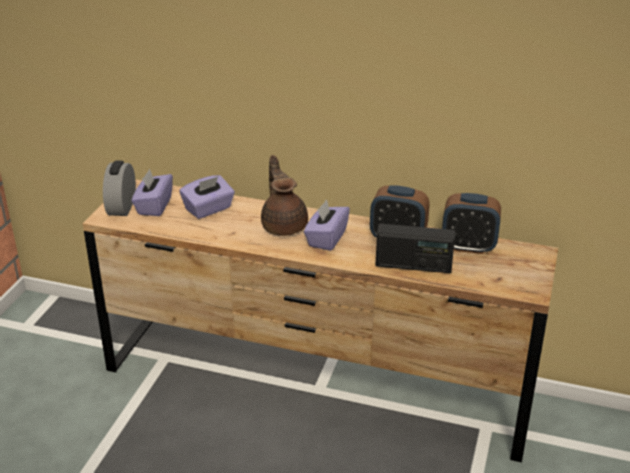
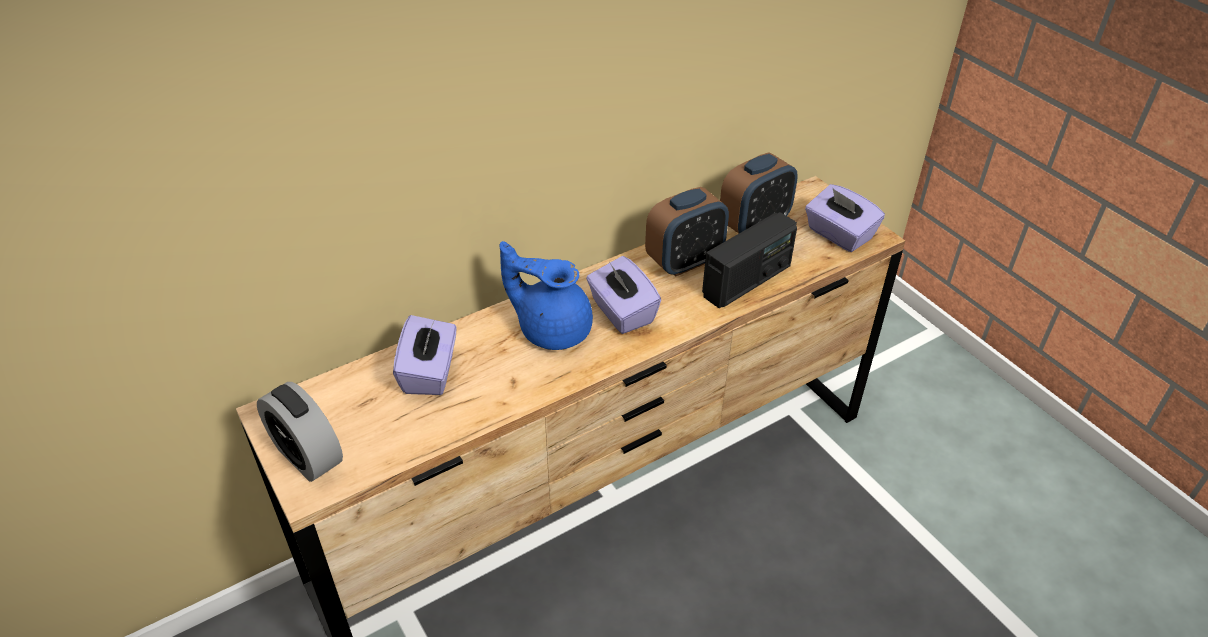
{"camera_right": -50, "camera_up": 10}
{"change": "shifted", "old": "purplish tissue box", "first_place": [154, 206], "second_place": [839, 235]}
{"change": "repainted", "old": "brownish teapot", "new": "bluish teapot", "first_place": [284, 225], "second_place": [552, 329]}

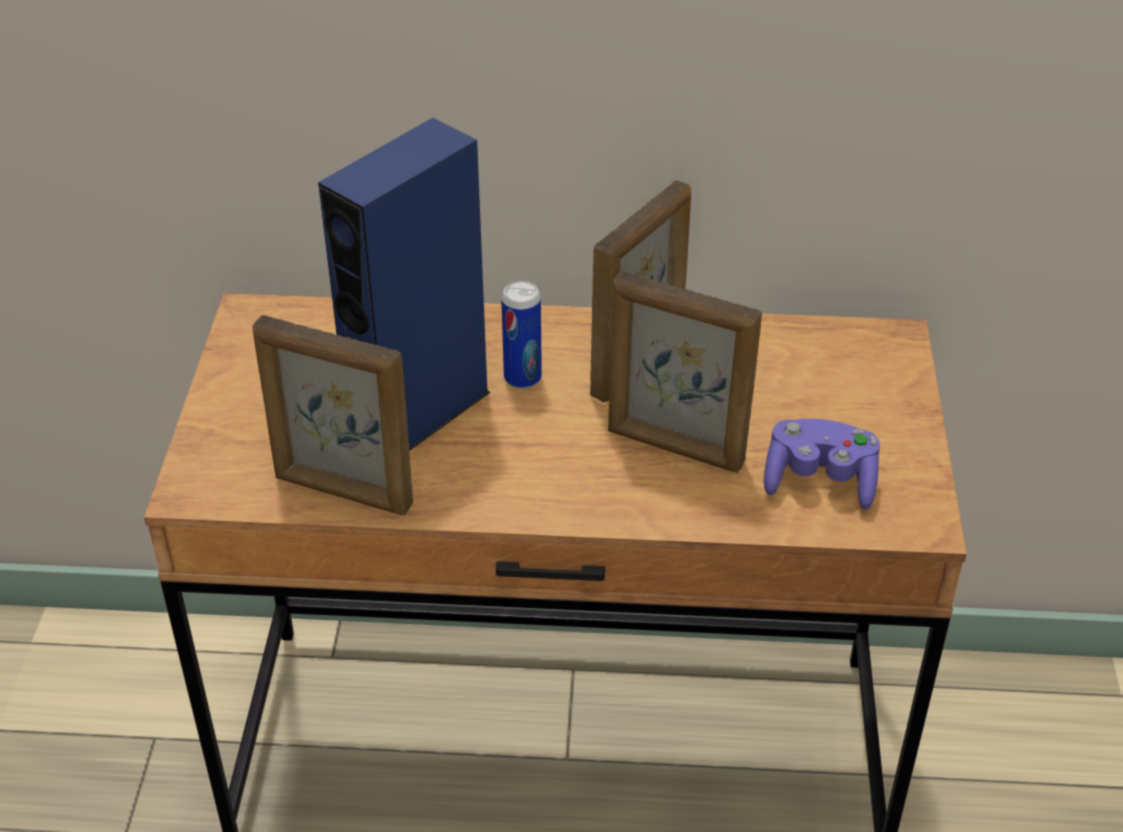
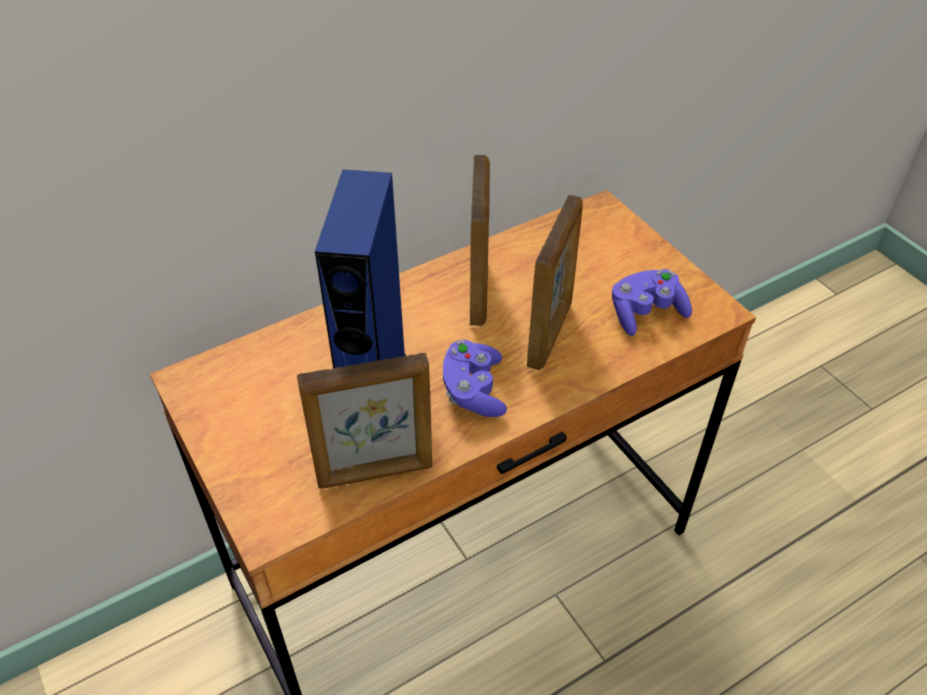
{"camera_right": -35, "camera_up": 5}
{"change": "gone", "old": "sealed can", "first_place": [522, 378]}
{"change": "new", "new": "purplish joypad", "second_place": [474, 390]}
{"change": "rotated", "old": "standing frame", "first_place": [675, 448], "second_place": [550, 334], "degrees": -60}

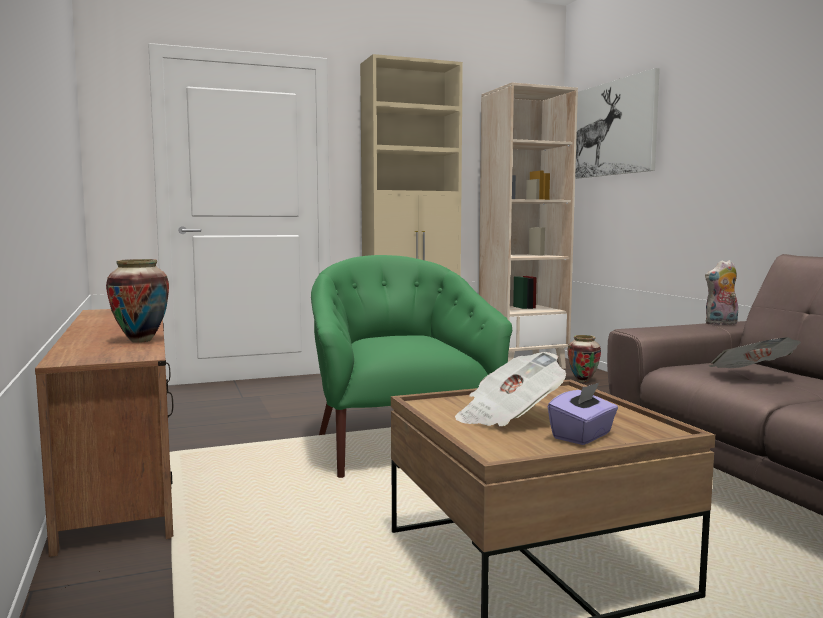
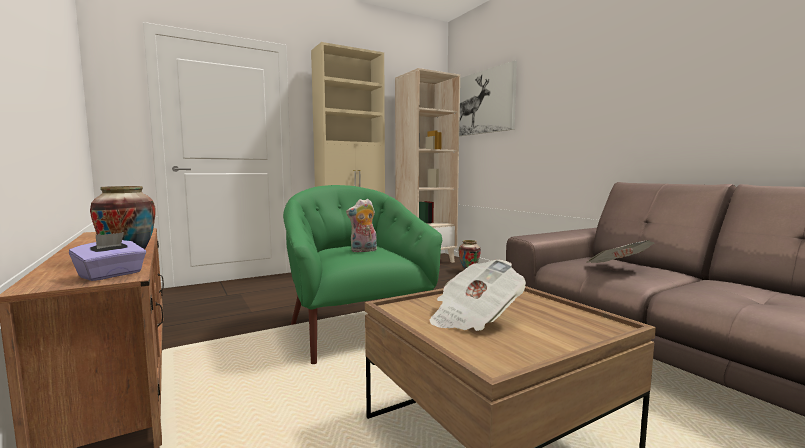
{"camera_right": -10, "camera_up": 0}
{"change": "shifted", "old": "purplish tissue box", "first_place": [582, 436], "second_place": [111, 275]}
{"change": "shifted", "old": "plush toy", "first_place": [721, 324], "second_place": [363, 251]}

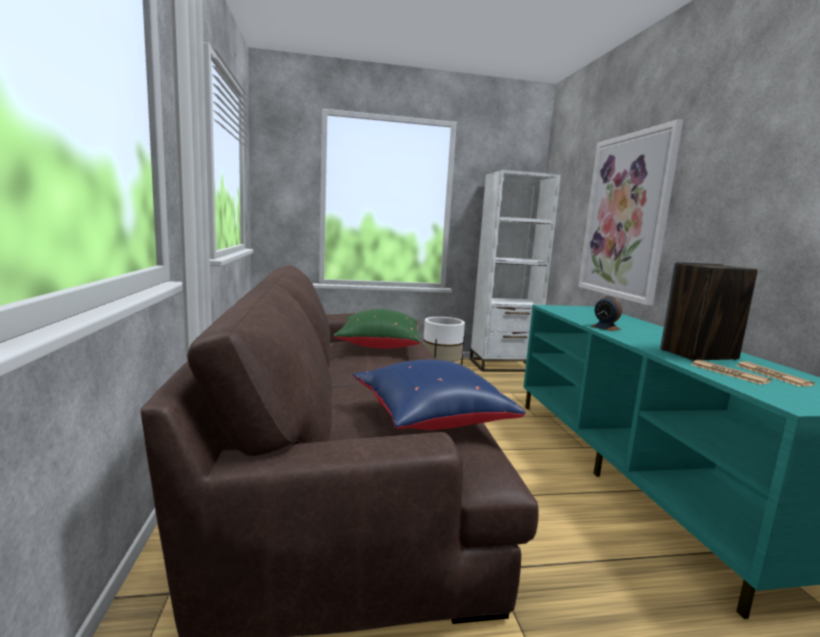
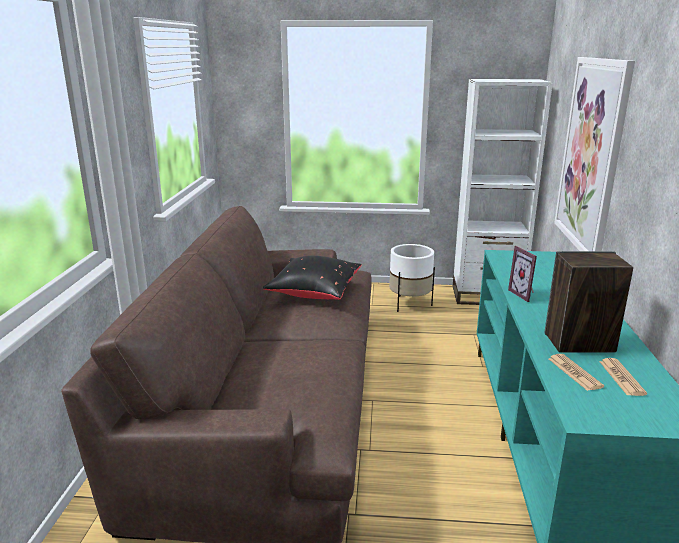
{"camera_right": 15, "camera_up": 10}
{"change": "gone", "old": "bluish cushion", "first_place": [429, 419]}
{"change": "swapped", "old": "bedside clock", "new": "standing frame", "first_place": [605, 327], "second_place": [525, 294]}
{"change": "repainted", "old": "greenish cushion", "new": "blackish cushion", "first_place": [378, 346], "second_place": [314, 293]}

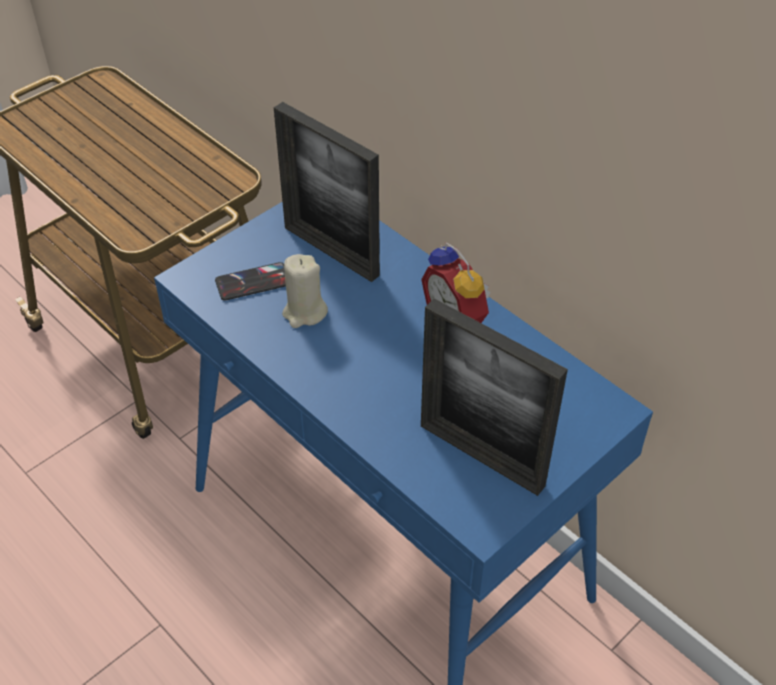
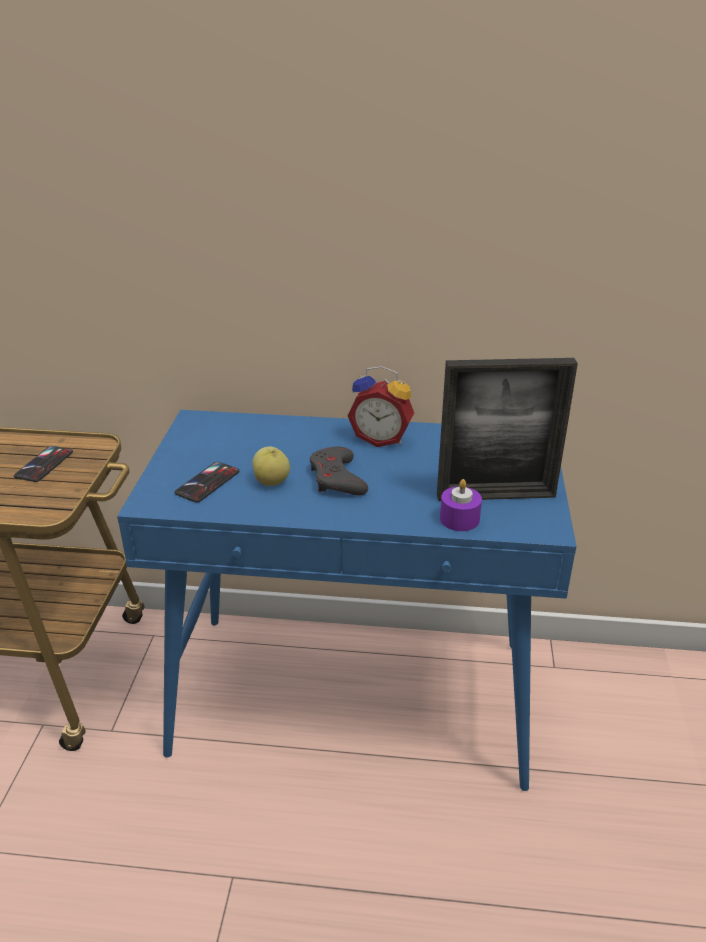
{"camera_right": -40, "camera_up": -15}
{"change": "gone", "old": "standing frame", "first_place": [331, 251]}
{"change": "new", "new": "telephone", "second_place": [44, 464]}
{"change": "new", "new": "gray joypad", "second_place": [337, 478]}
{"change": "new", "new": "purplish candle", "second_place": [459, 519]}
{"change": "swapped", "old": "beige-coloured candle", "new": "apple fruit", "first_place": [304, 312], "second_place": [272, 481]}

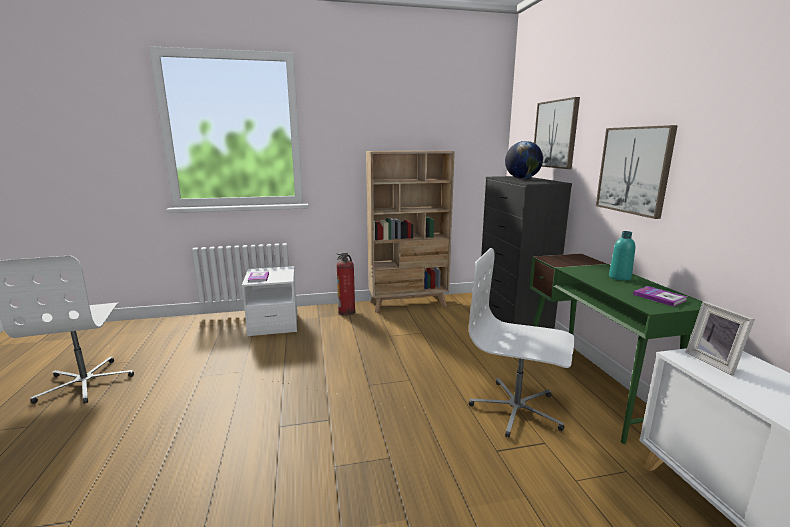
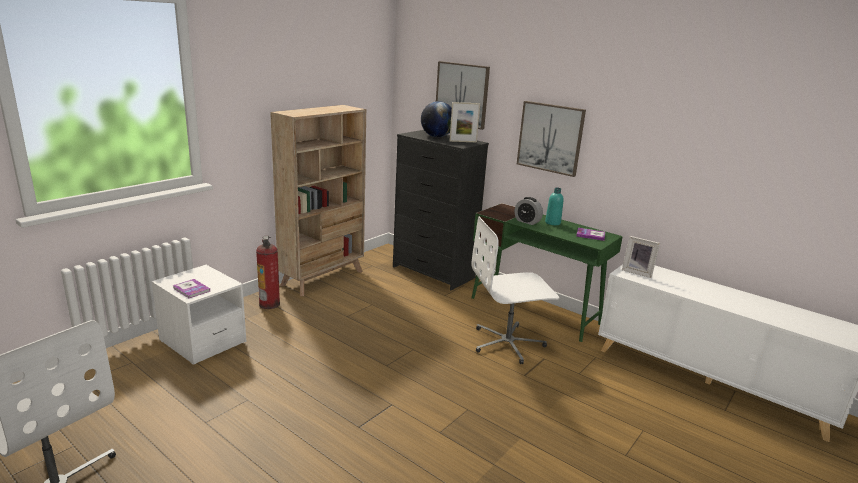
{"camera_right": -40, "camera_up": 5}
{"change": "new", "new": "standing frame", "second_place": [463, 141]}
{"change": "new", "new": "bedside clock", "second_place": [527, 221]}

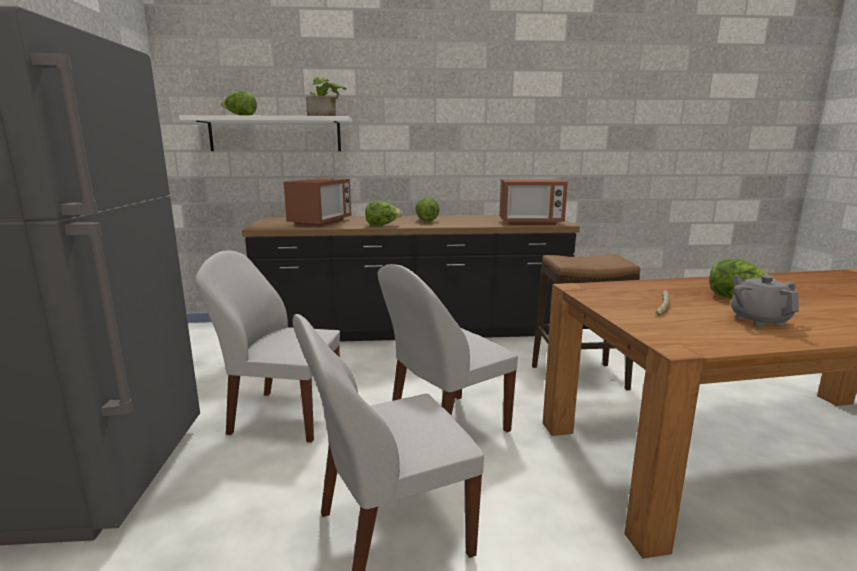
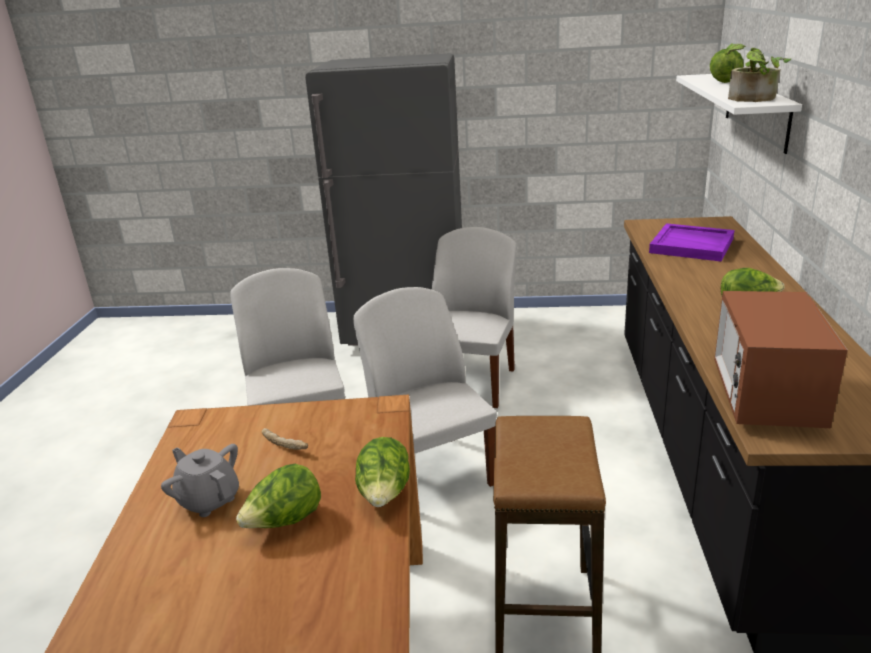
{"camera_right": 100, "camera_up": 10}
{"change": "shifted", "old": "lettuce head", "first_place": [382, 225], "second_place": [385, 495]}
{"change": "swapped", "old": "kitchen microwave", "new": "purplish tray", "first_place": [320, 222], "second_place": [692, 245]}
{"change": "rotated", "old": "gray teapot", "first_place": [758, 320], "second_place": [209, 500], "degrees": -135}

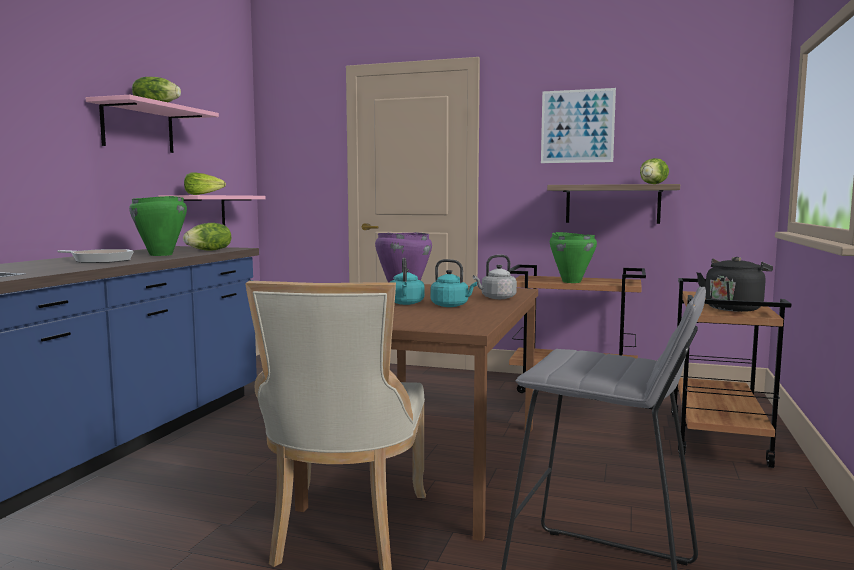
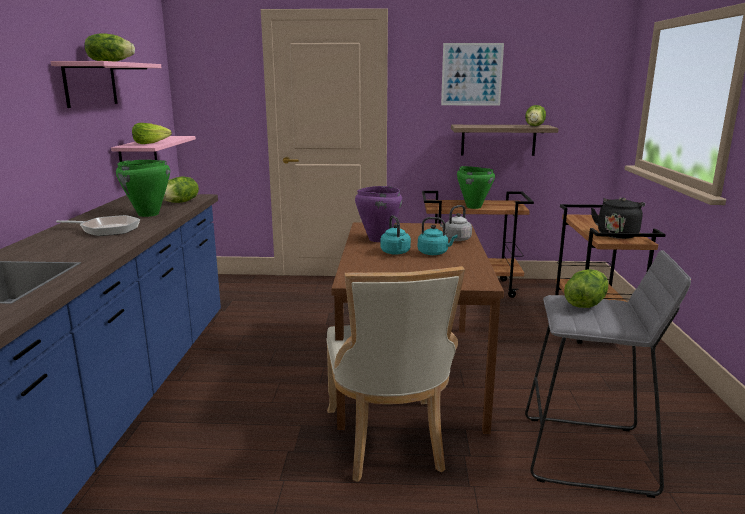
{"camera_right": -15, "camera_up": 10}
{"change": "new", "new": "lettuce head", "second_place": [585, 304]}

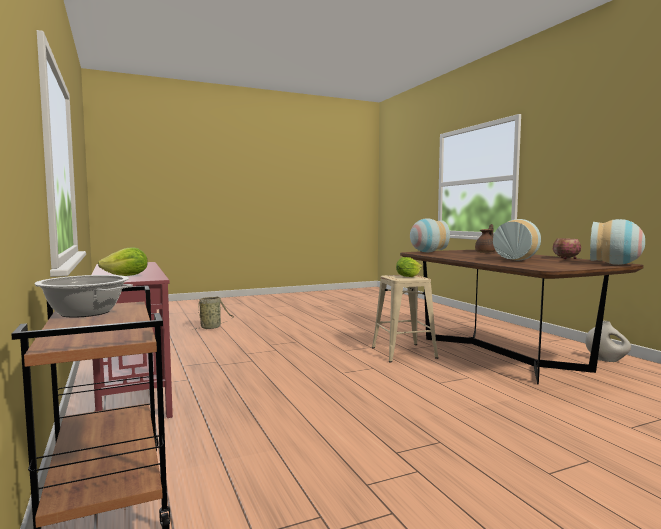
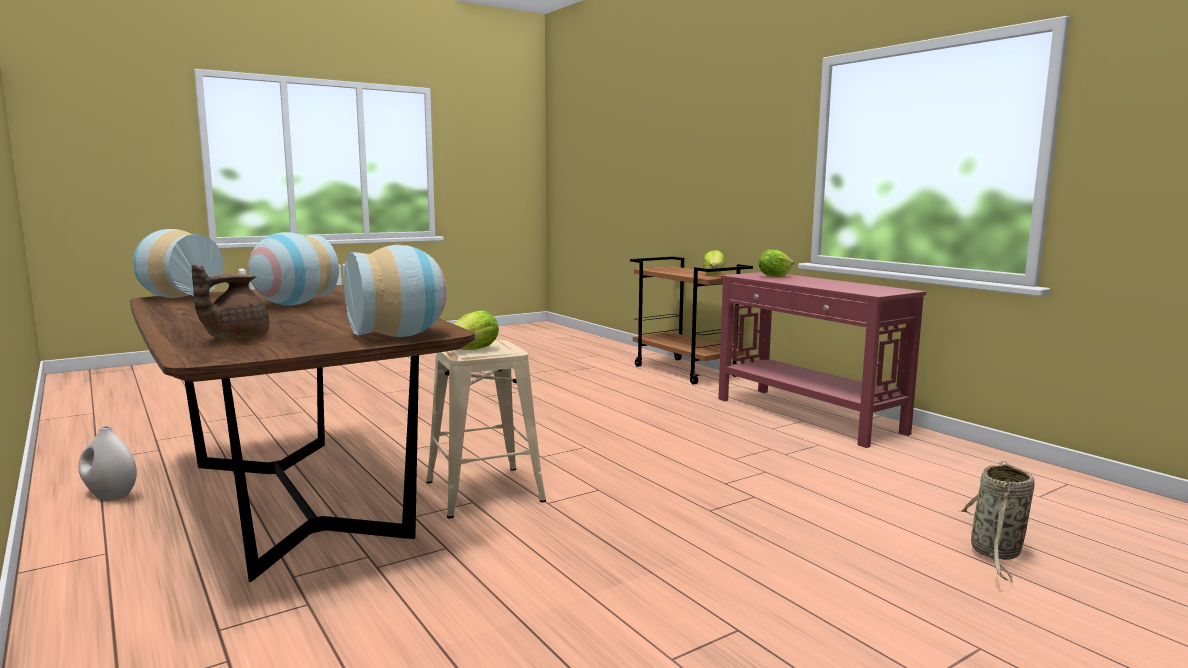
{"camera_right": 170, "camera_up": 5}
{"change": "gone", "old": "bowl", "first_place": [566, 258]}
{"change": "swapped", "old": "cooking pot", "new": "lettuce head", "first_place": [84, 313], "second_place": [713, 274]}

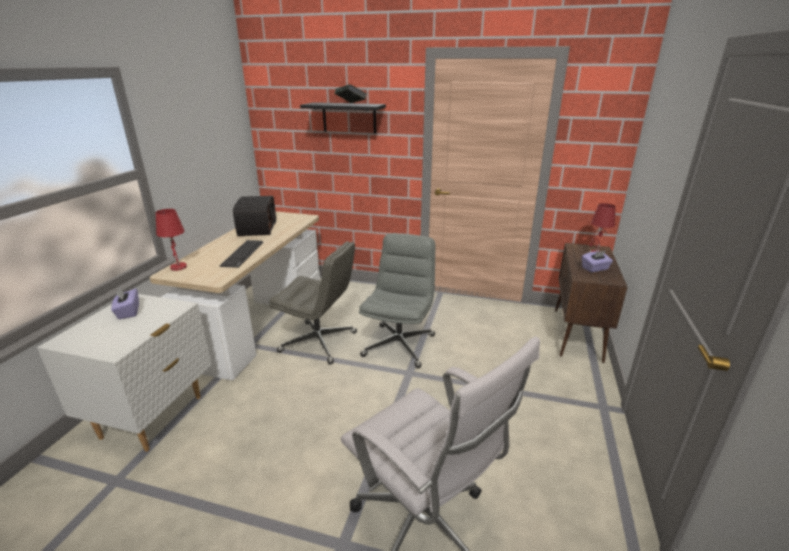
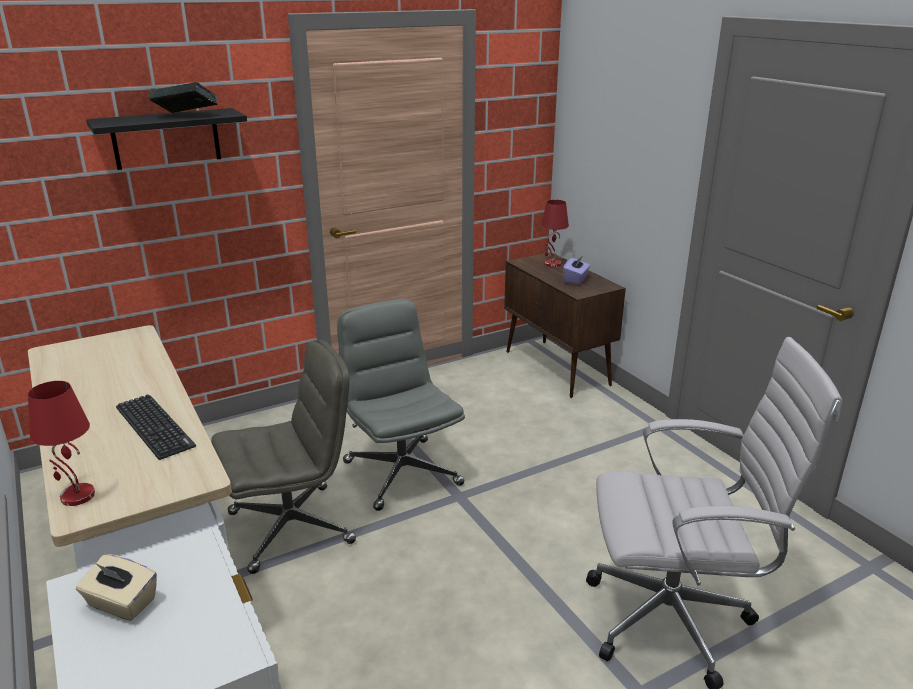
{"camera_right": -45, "camera_up": 0}
{"change": "gone", "old": "radio", "first_place": [256, 229]}
{"change": "repainted", "old": "purplish tissue box", "new": "beige-coloured tissue box", "first_place": [128, 312], "second_place": [121, 603]}

